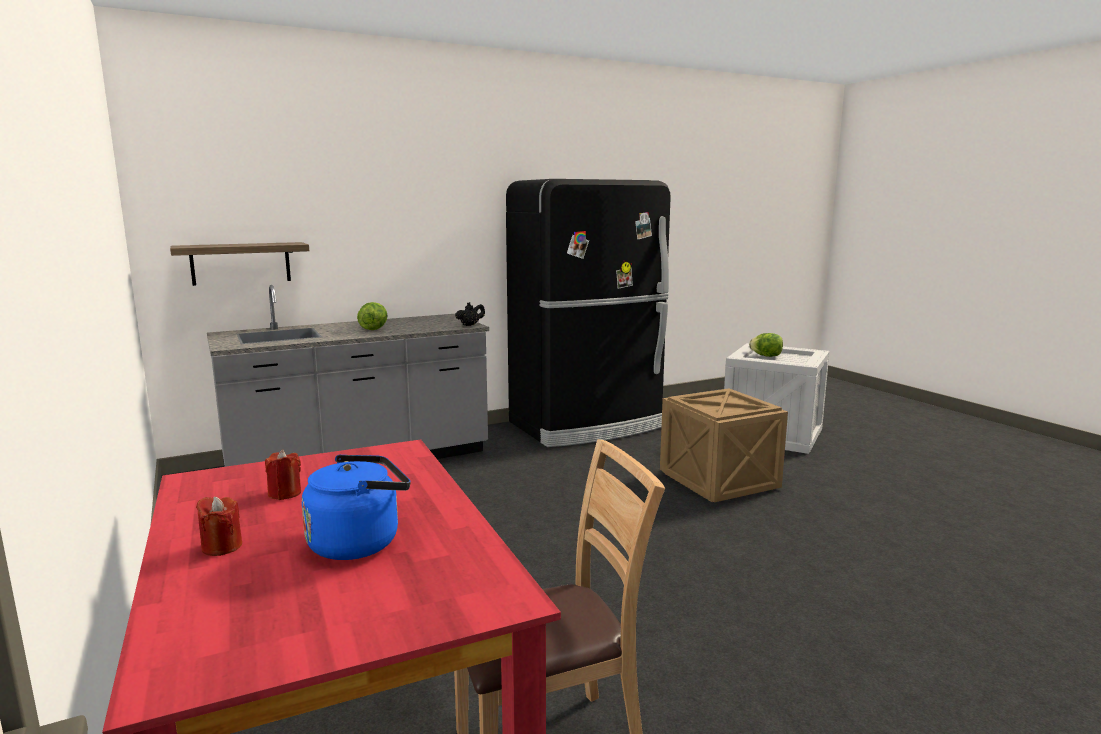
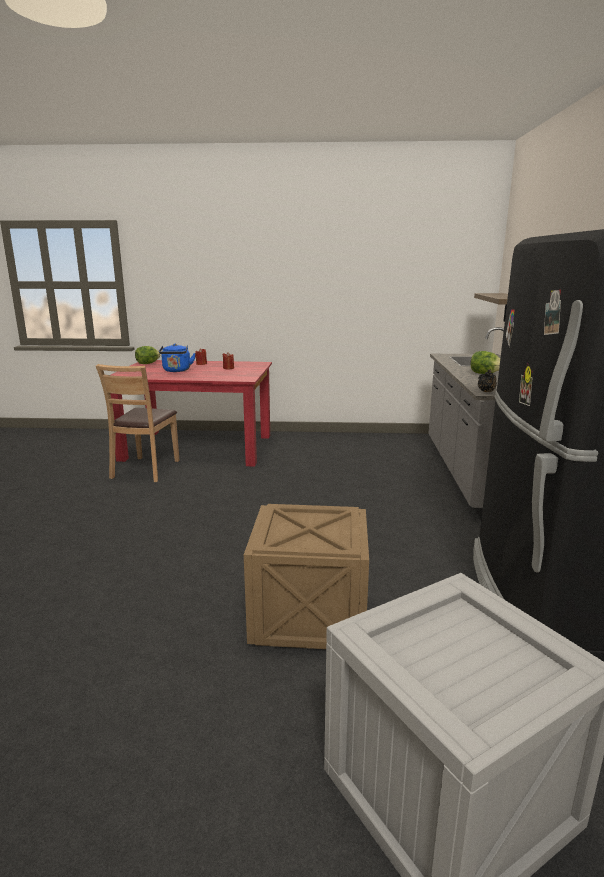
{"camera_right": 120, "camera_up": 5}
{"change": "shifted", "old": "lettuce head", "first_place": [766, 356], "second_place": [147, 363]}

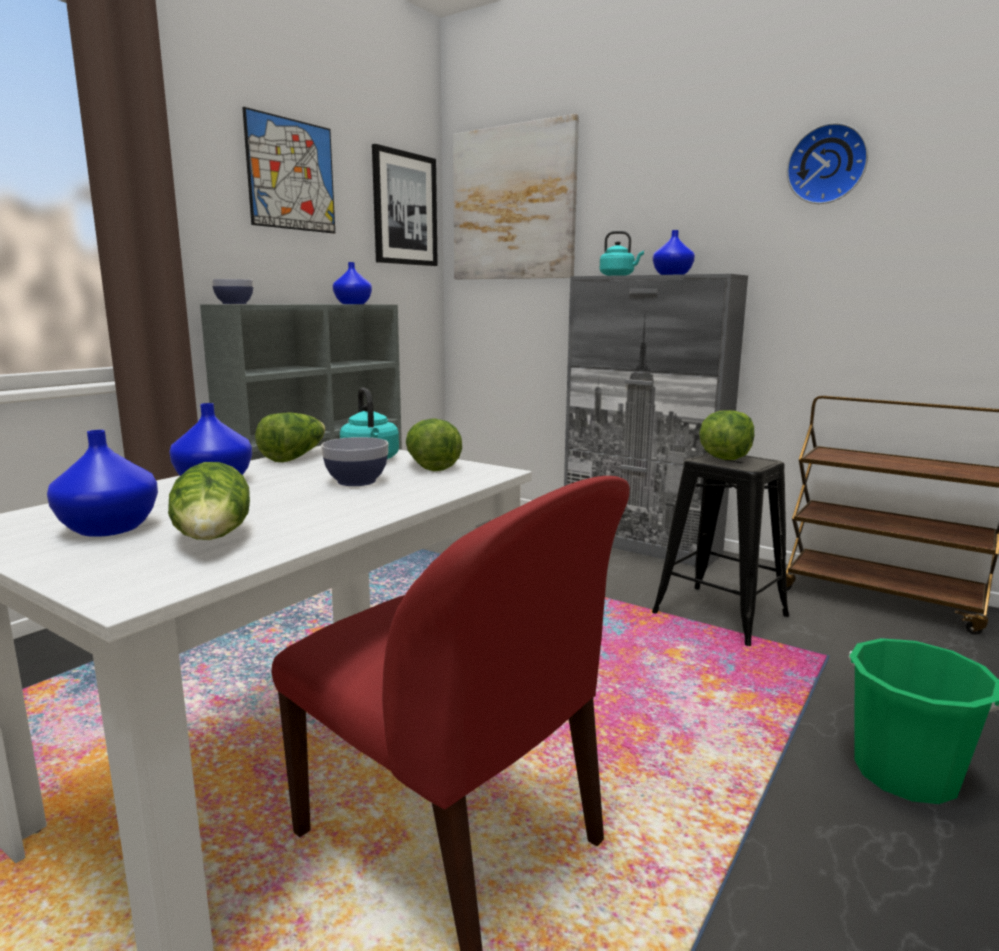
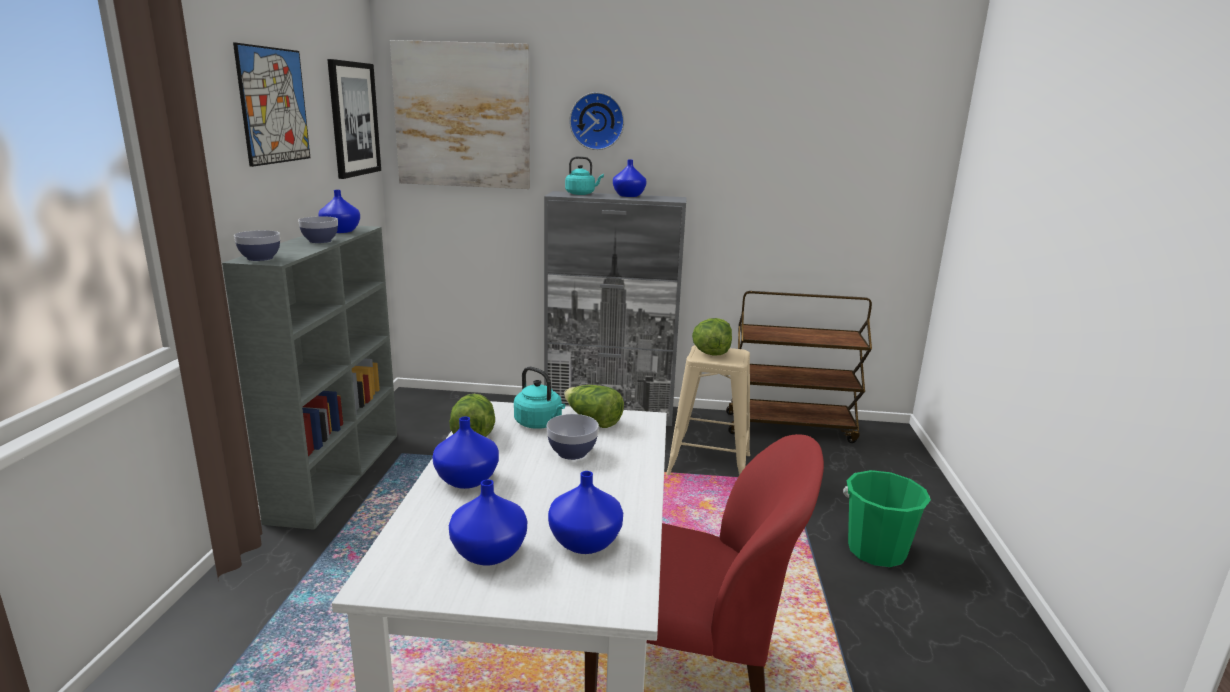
{"camera_right": -30, "camera_up": 5}
{"change": "new", "new": "bowl", "second_place": [320, 241]}
{"change": "shifted", "old": "wall clock", "first_place": [827, 165], "second_place": [597, 121]}
{"change": "swapped", "old": "lettuce head", "new": "bluish vase", "first_place": [214, 540], "second_place": [585, 541]}
{"change": "repainted", "old": "blackish stool", "new": "beige-coloured stool", "first_place": [720, 614], "second_place": [709, 465]}

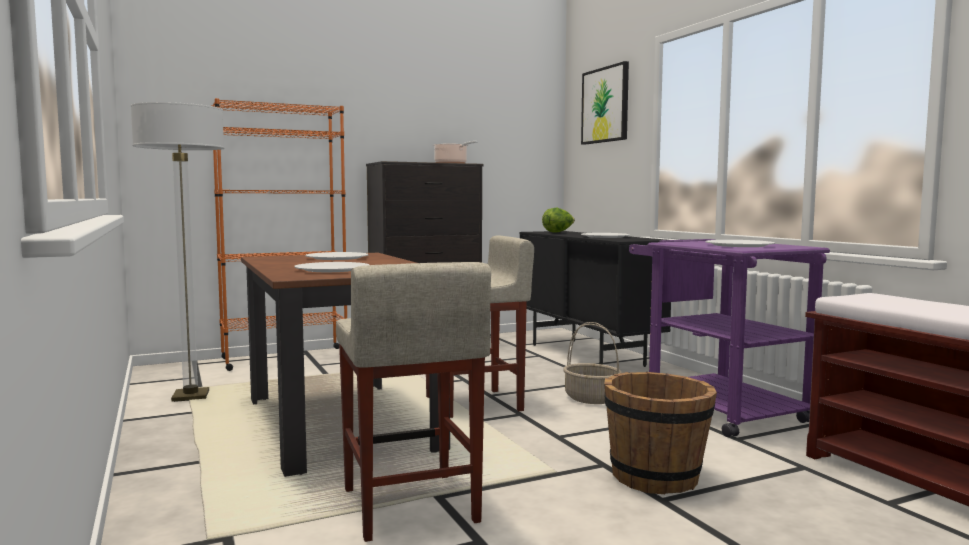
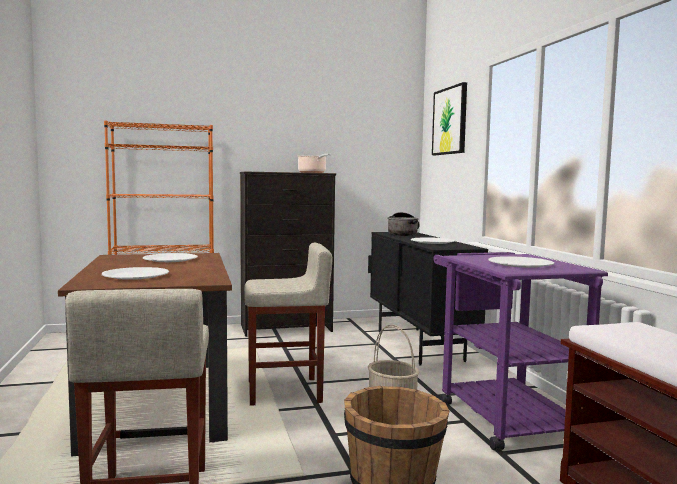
{"camera_right": 10, "camera_up": 0}
{"change": "gone", "old": "floor lamp", "first_place": [191, 396]}
{"change": "swapped", "old": "lettuce head", "new": "cooking pot", "first_place": [558, 232], "second_place": [403, 234]}

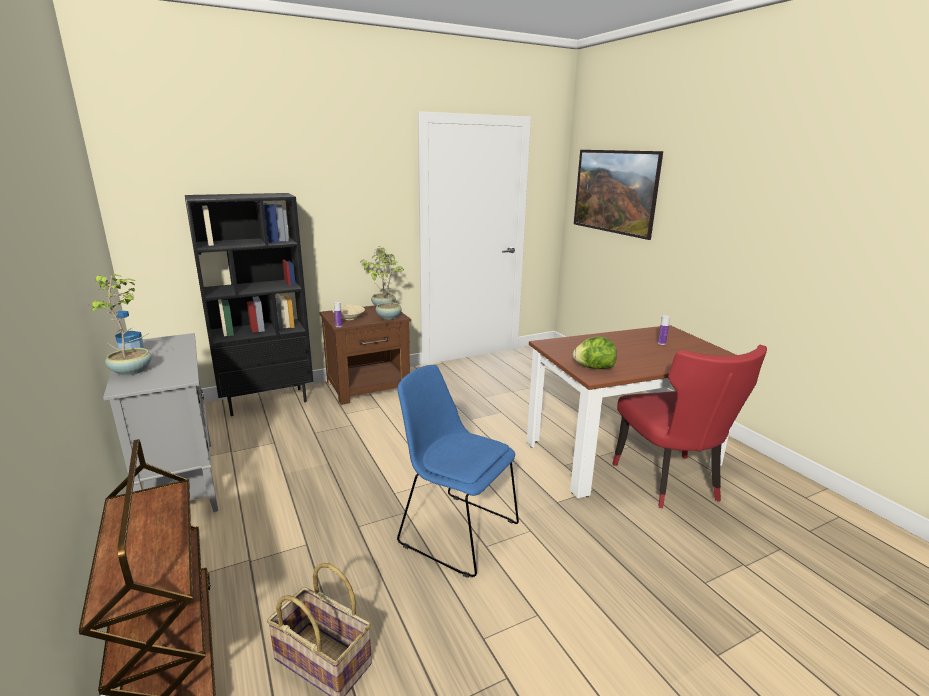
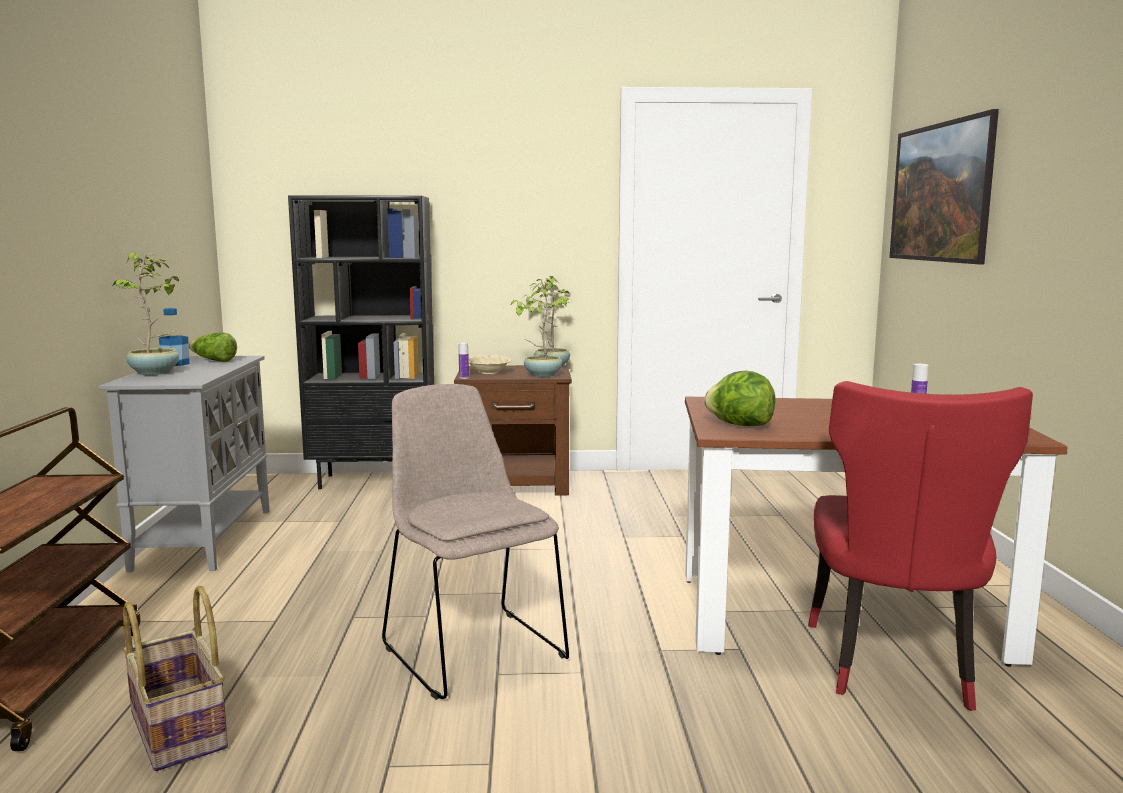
{"camera_right": 25, "camera_up": -10}
{"change": "new", "new": "lettuce head", "second_place": [213, 361]}
{"change": "repainted", "old": "bluish chair", "new": "beige-coloured chair", "first_place": [455, 531], "second_place": [471, 649]}

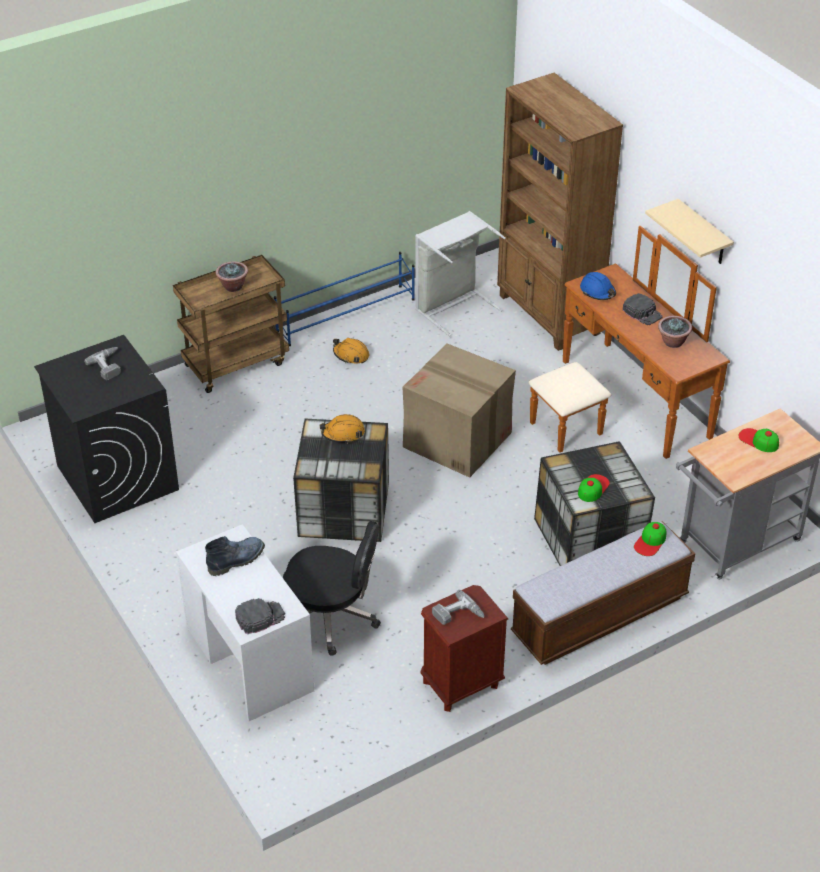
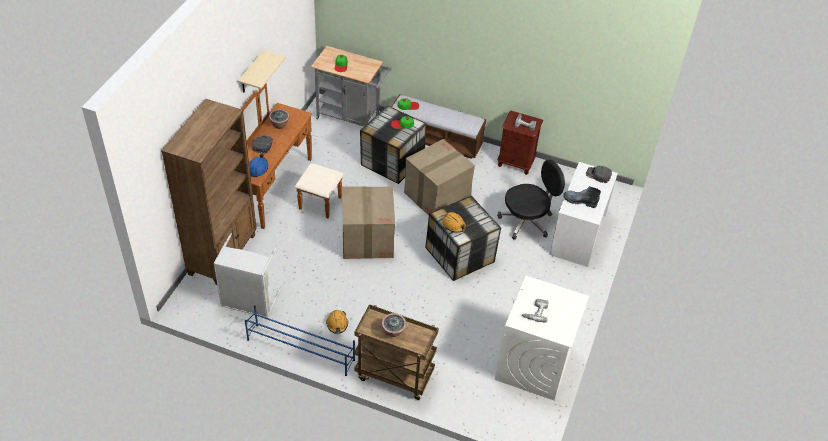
{"camera_right": -130, "camera_up": 5}
{"change": "new", "new": "packing box", "second_place": [436, 196]}
{"change": "repainted", "old": "blackish laundry machine", "new": "whitish laundry machine", "first_place": [116, 477], "second_place": [533, 365]}
{"change": "rotated", "old": "blackish computer chair", "first_place": [331, 617], "second_place": [527, 221], "degrees": 90}

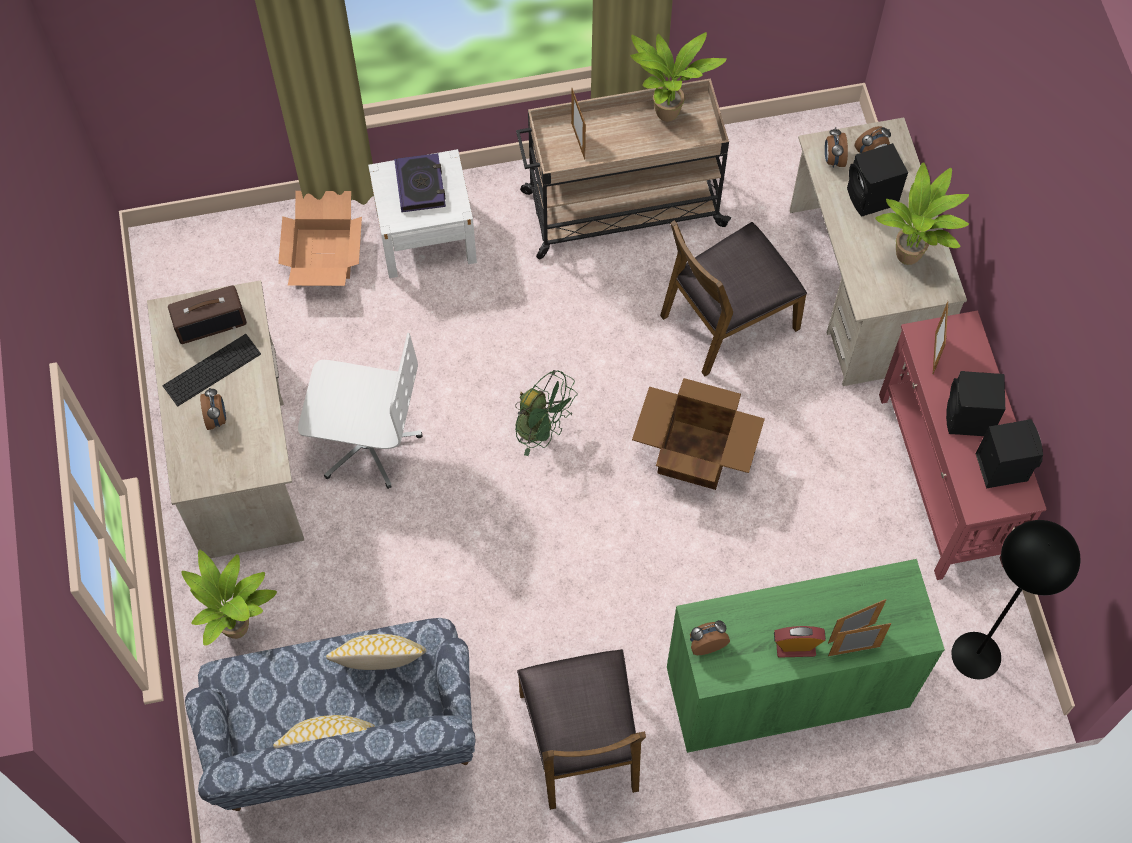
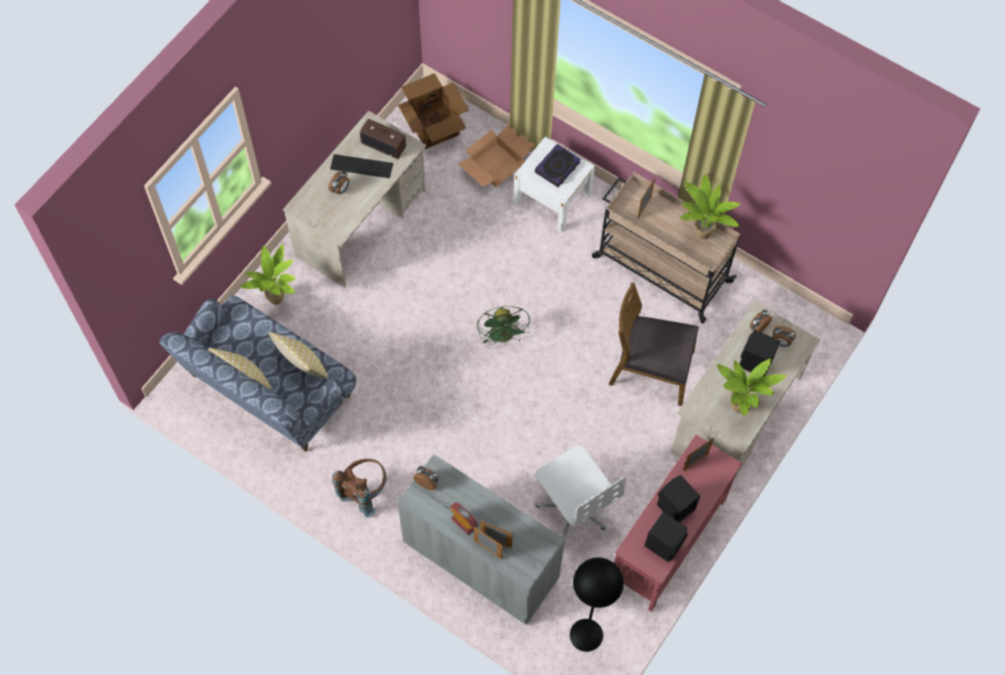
{"camera_right": 45, "camera_up": 0}
{"change": "shifted", "old": "whitish computer chair", "first_place": [367, 442], "second_place": [574, 506]}
{"change": "shifted", "old": "packing box", "first_place": [693, 453], "second_place": [434, 127]}
{"change": "swapped", "old": "brownish chair", "new": "brownish backpack", "first_place": [581, 741], "second_place": [364, 491]}
{"change": "repainted", "old": "greenish cupboard", "new": "gray cupboard", "first_place": [786, 687], "second_place": [481, 560]}

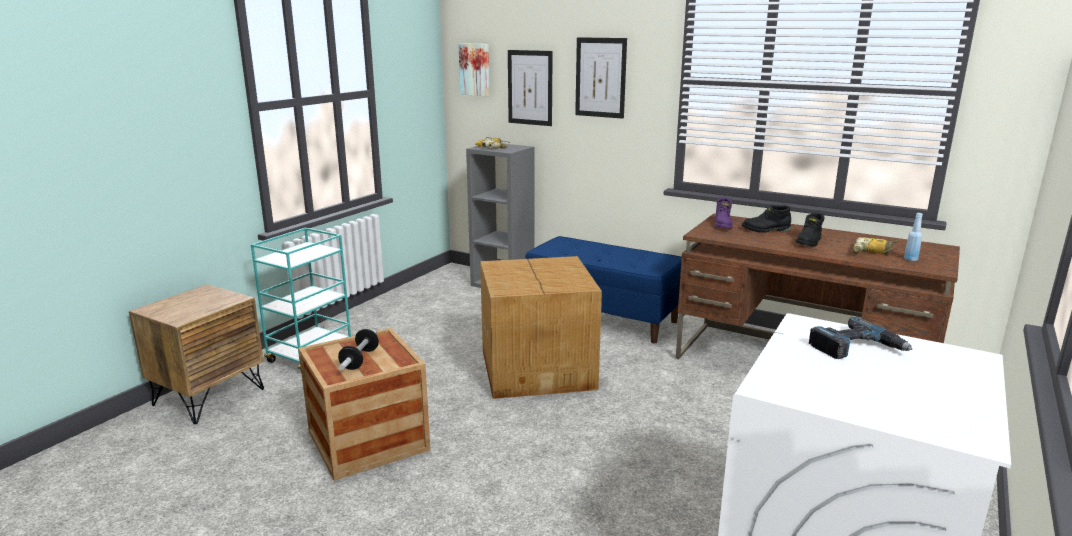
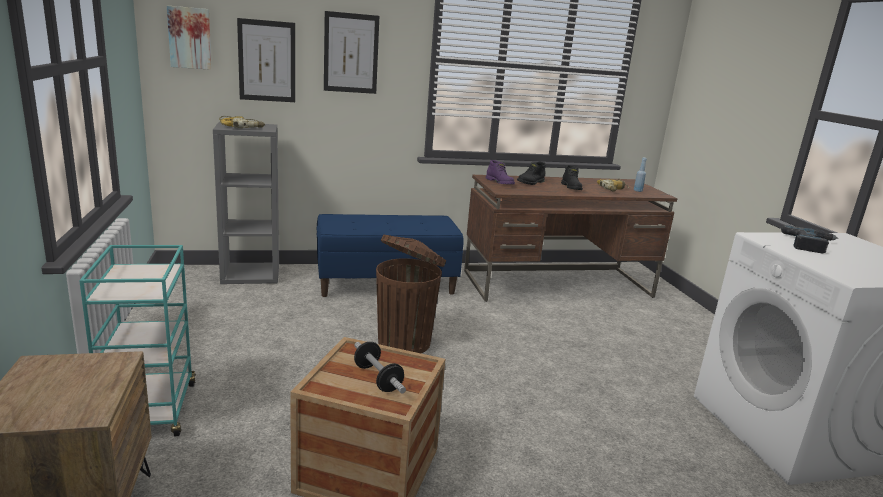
{"camera_right": -45, "camera_up": 0}
{"change": "swapped", "old": "packing box", "new": "brownish rubbish bin", "first_place": [538, 368], "second_place": [405, 342]}

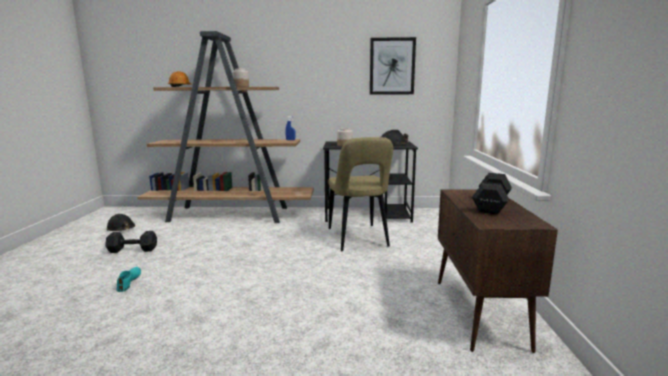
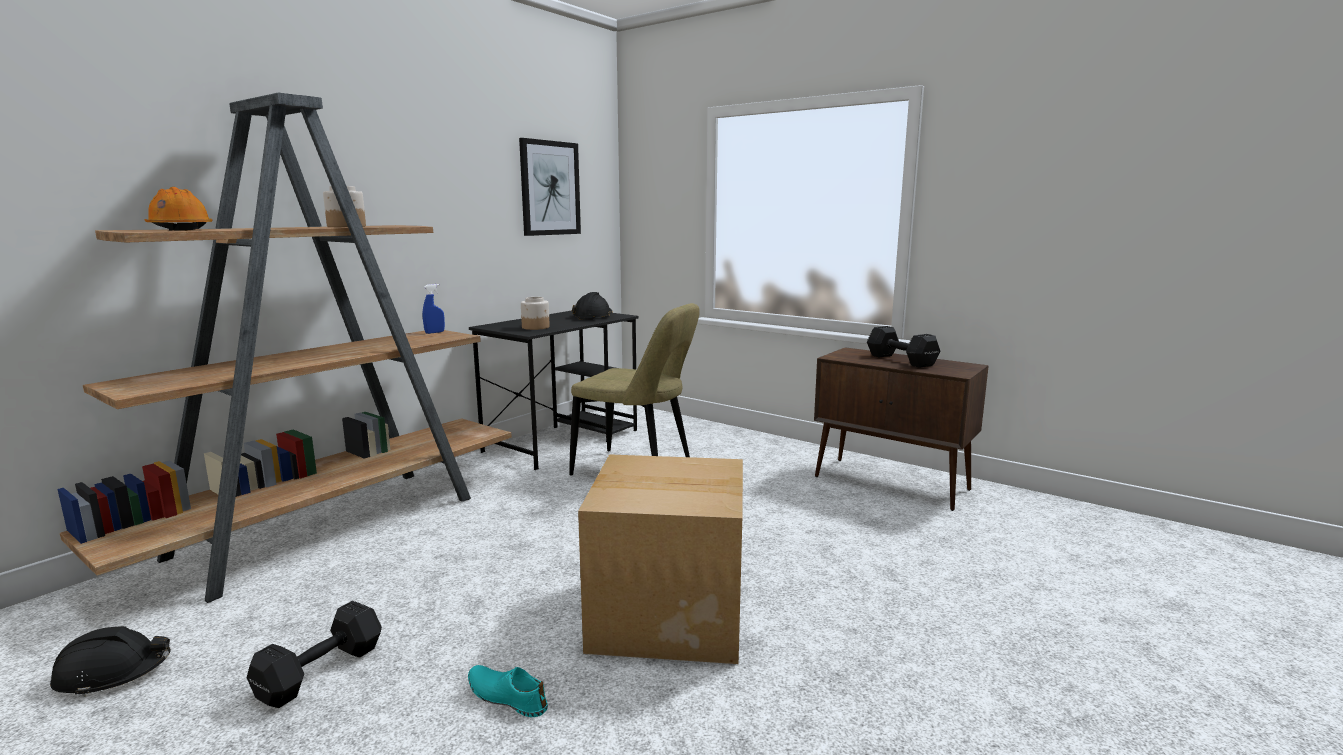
{"camera_right": -55, "camera_up": 0}
{"change": "new", "new": "packing box", "second_place": [668, 614]}

